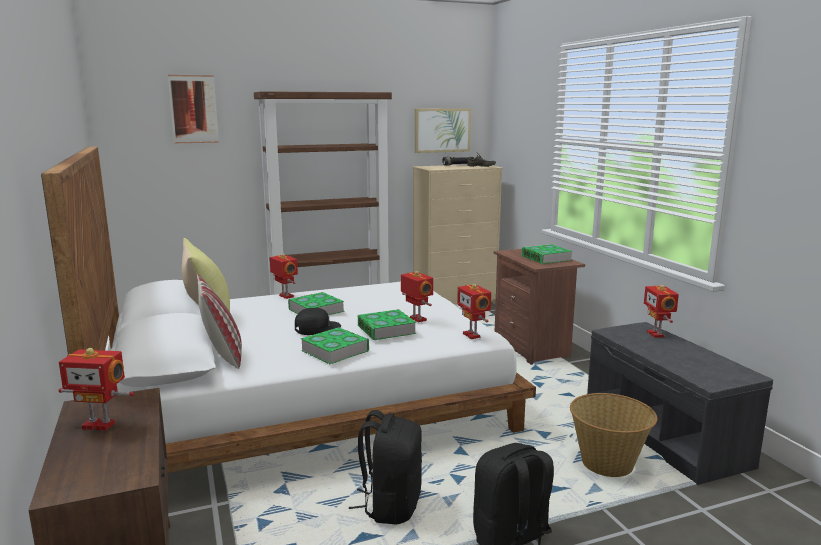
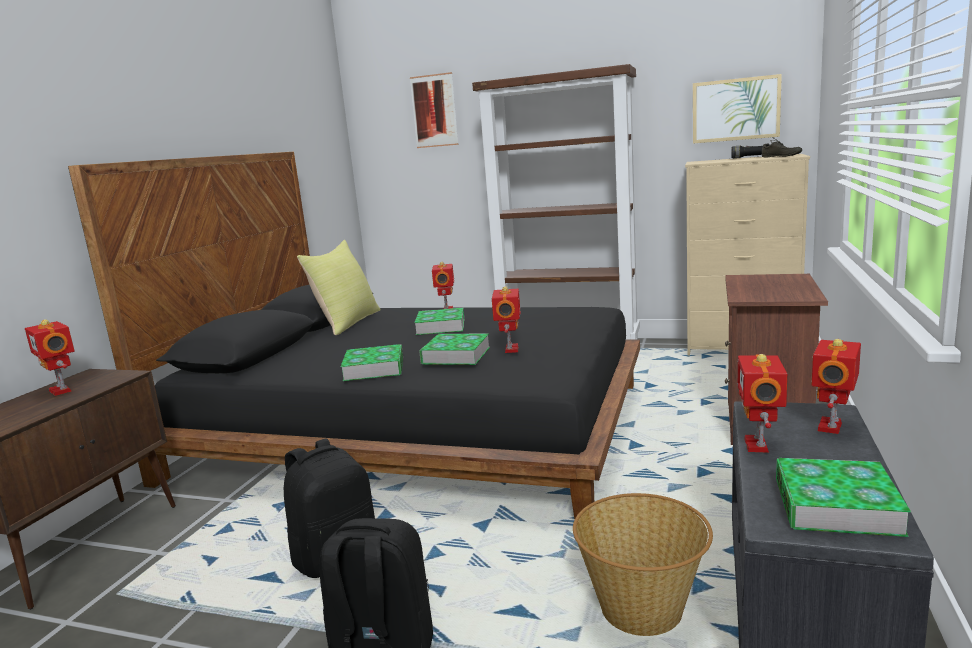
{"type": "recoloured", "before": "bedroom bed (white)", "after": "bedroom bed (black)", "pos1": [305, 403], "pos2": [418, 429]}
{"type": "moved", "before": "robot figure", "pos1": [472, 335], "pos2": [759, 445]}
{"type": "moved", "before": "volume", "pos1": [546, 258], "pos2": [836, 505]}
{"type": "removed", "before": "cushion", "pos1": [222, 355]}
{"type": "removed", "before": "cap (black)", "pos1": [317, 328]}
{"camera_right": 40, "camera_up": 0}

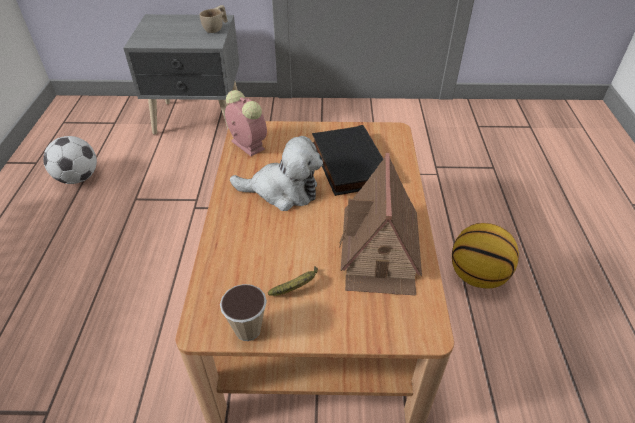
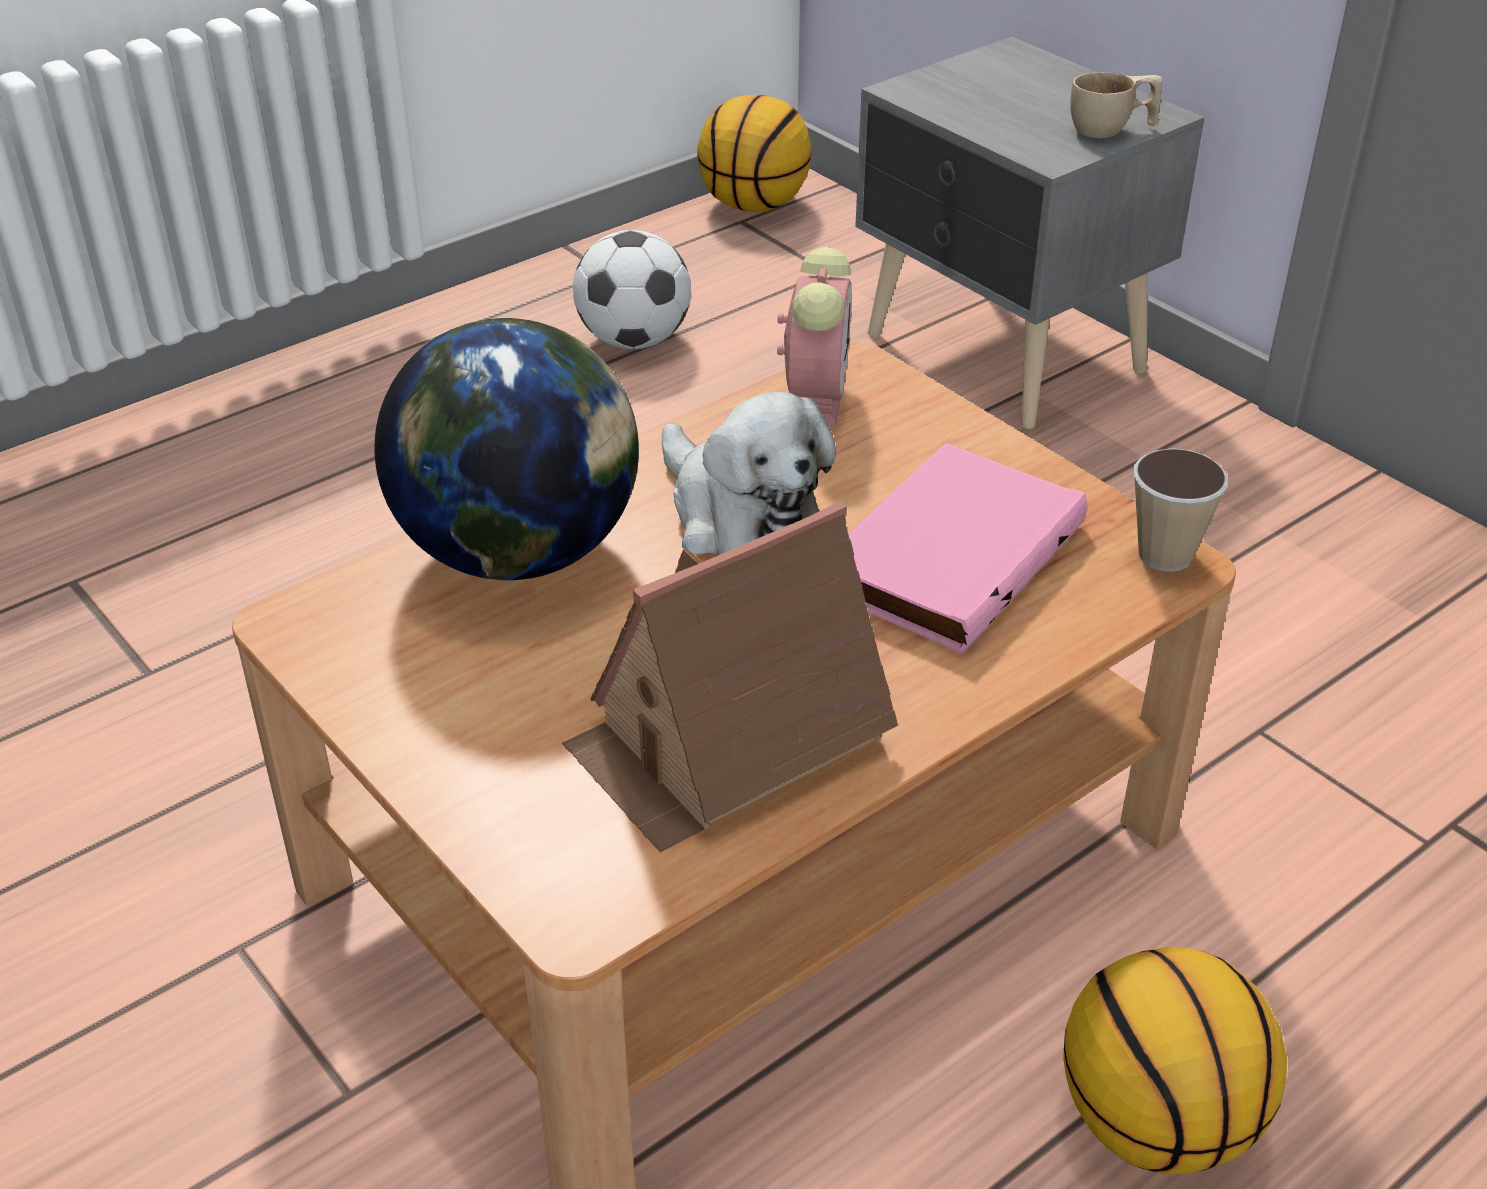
{"type": "added", "after": "globe", "pos2": [520, 552]}
{"type": "added", "after": "basketball ball", "pos2": [755, 205]}
{"type": "recoloured", "before": "volume (black)", "after": "volume (pinkish)", "pos1": [347, 164], "pos2": [948, 555]}
{"type": "moved", "before": "small cup", "pos1": [248, 330], "pos2": [1165, 555]}
{"type": "removed", "before": "whole banana", "pos1": [297, 287]}
{"camera_right": 50, "camera_up": -5}

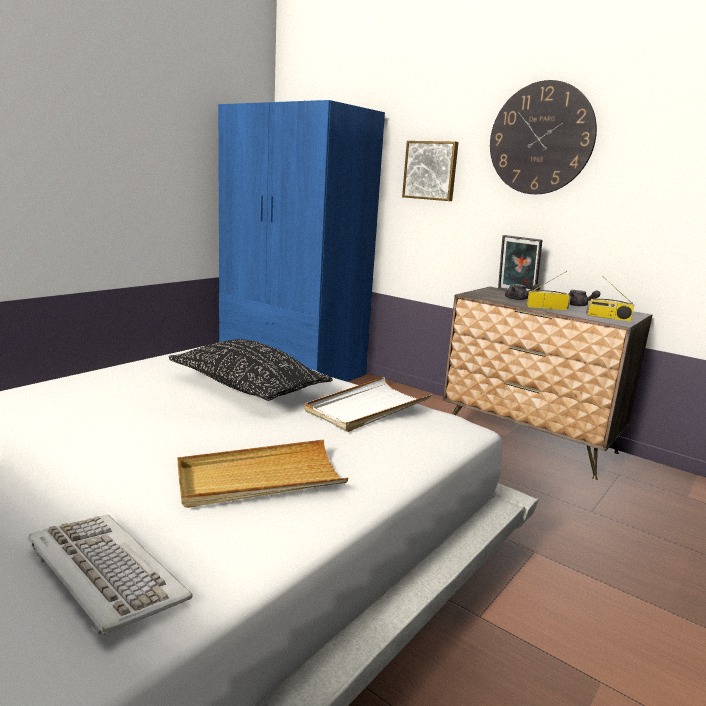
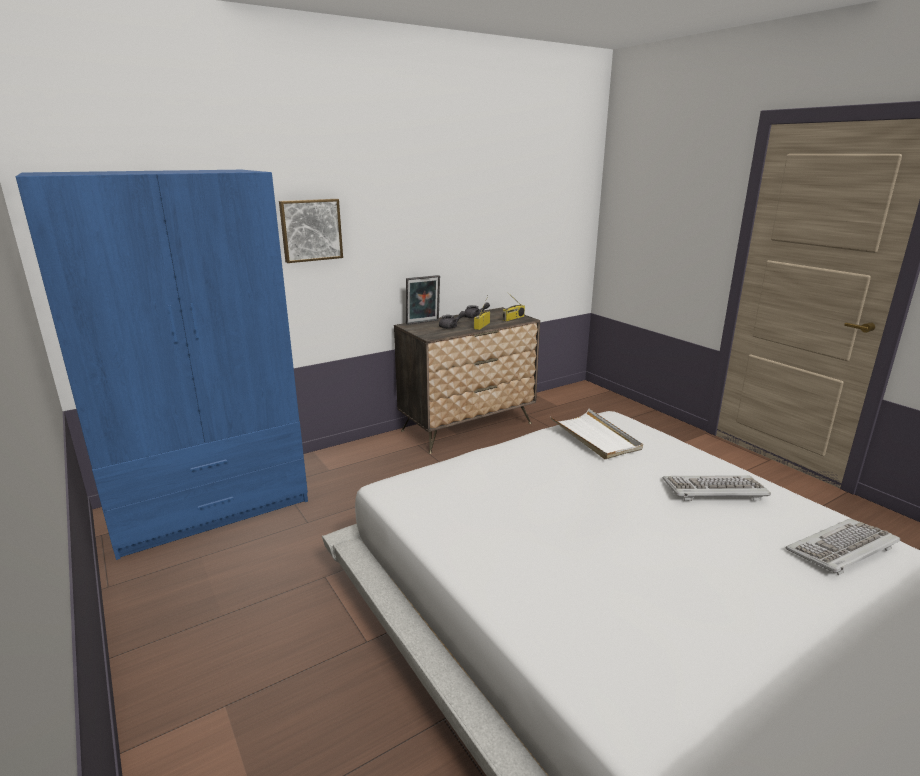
{"type": "replaced", "before": "tray (beige)", "after": "PC keyboard", "pos1": [259, 478], "pos2": [714, 490]}
{"type": "removed", "before": "cushion (black)", "pos1": [248, 387]}
{"type": "removed", "before": "clock on the wall", "pos1": [541, 139]}
{"camera_right": -70, "camera_up": 5}

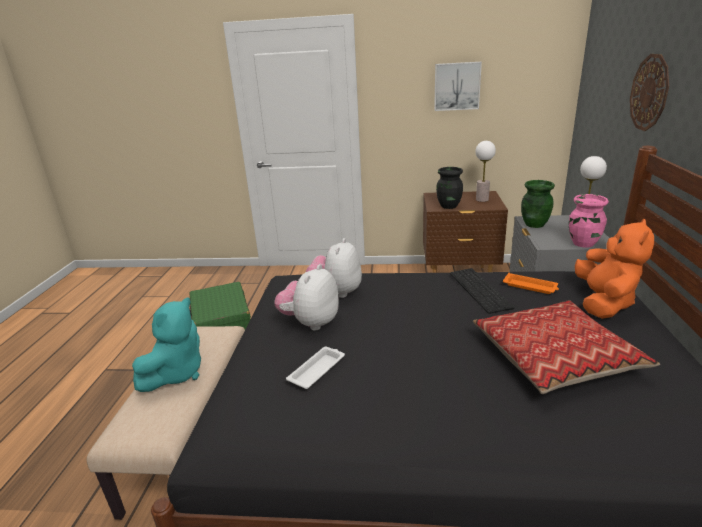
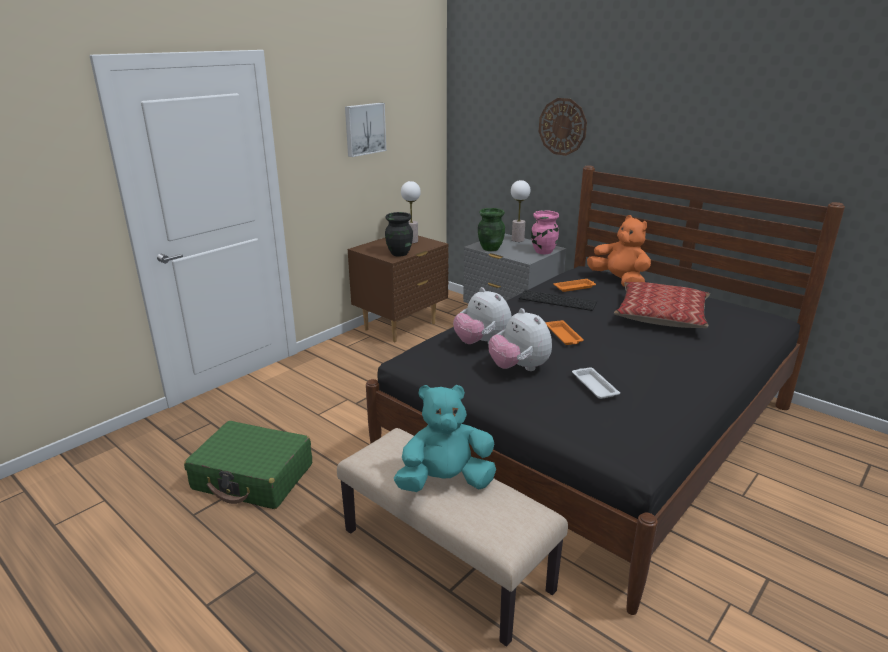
{"type": "turned", "before": "plush toy (turquoise-coloured)", "pos1": [176, 374], "pos2": [445, 482], "turn": -75}
{"type": "added", "after": "tray (orangey)", "pos2": [564, 336]}
{"camera_right": -55, "camera_up": 0}

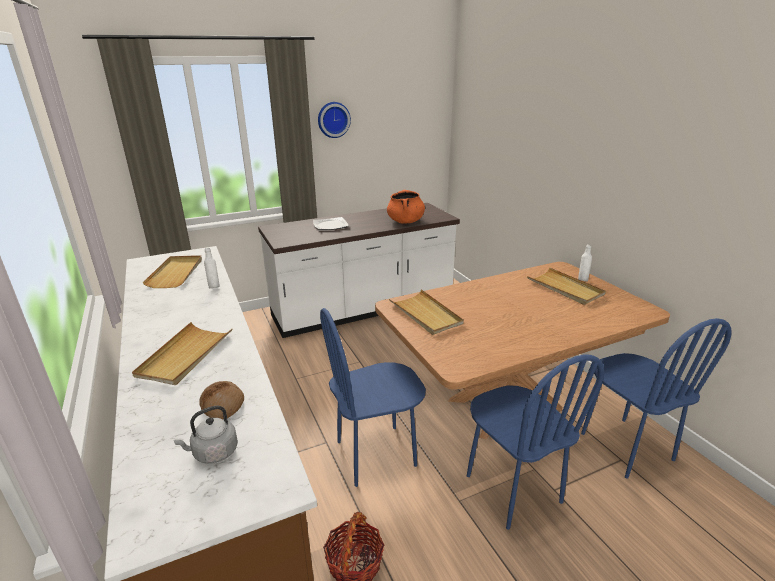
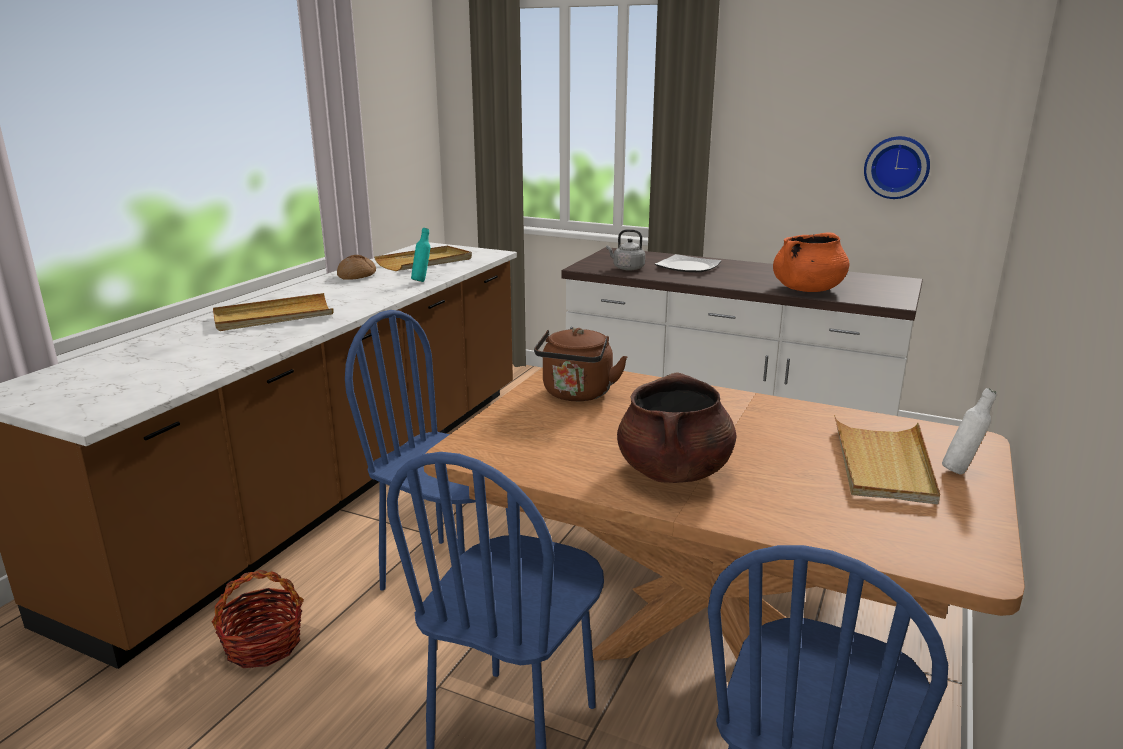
{"type": "moved", "before": "bakery bread", "pos1": [223, 405], "pos2": [357, 275]}
{"type": "recoloured", "before": "bottle (white)", "after": "bottle (turquoise-coloured)", "pos1": [214, 286], "pos2": [422, 281]}
{"type": "replaced", "before": "tray (beige)", "after": "water kettle (brown)", "pos1": [425, 314], "pos2": [576, 394]}
{"type": "moved", "before": "water kettle (greyish)", "pos1": [213, 453], "pos2": [627, 268]}
{"type": "added", "after": "cooking pot (brown)", "pos2": [674, 472]}
{"type": "moved", "before": "clock on the wall", "pos1": [333, 119], "pos2": [896, 167]}
{"camera_right": 50, "camera_up": -5}

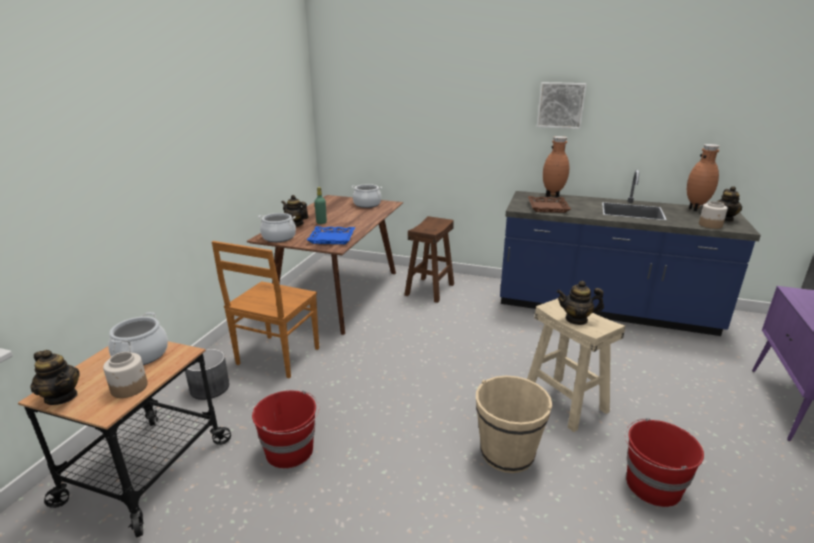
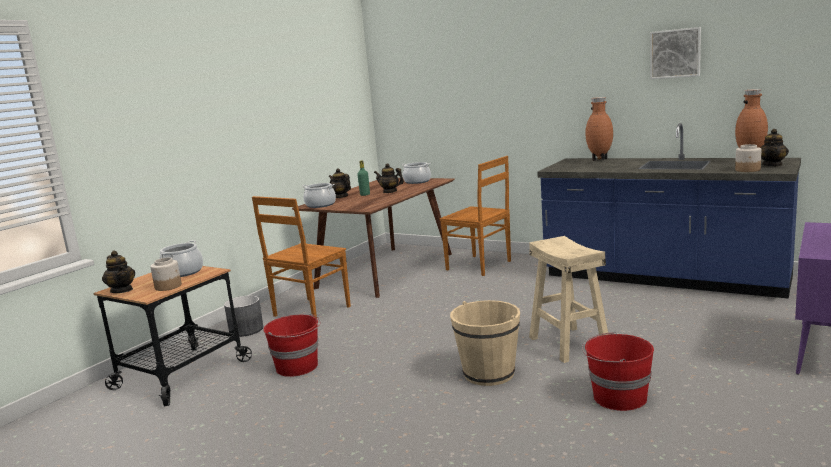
{"type": "moved", "before": "pot for tea", "pos1": [576, 319], "pos2": [390, 191]}
{"type": "replaced", "before": "sitting stool (brown)", "after": "upright chair (brown)", "pos1": [430, 289], "pos2": [480, 266]}
{"type": "moved", "before": "wall art", "pos1": [561, 105], "pos2": [675, 53]}
{"type": "removed", "before": "tray (blue-coloured)", "pos1": [331, 238]}
{"type": "removed", "before": "tray (brown)", "pos1": [548, 207]}
{"camera_right": 15, "camera_up": -10}

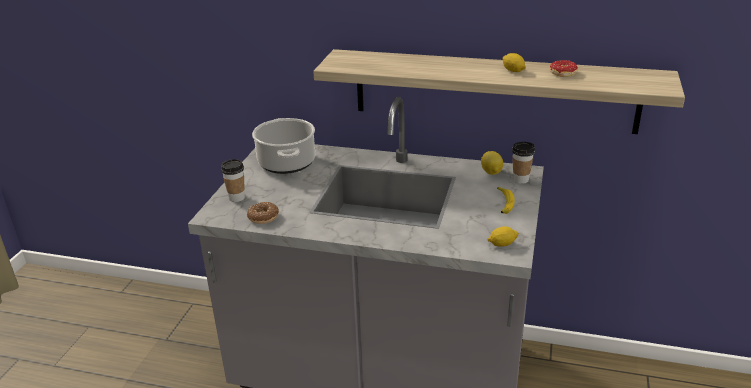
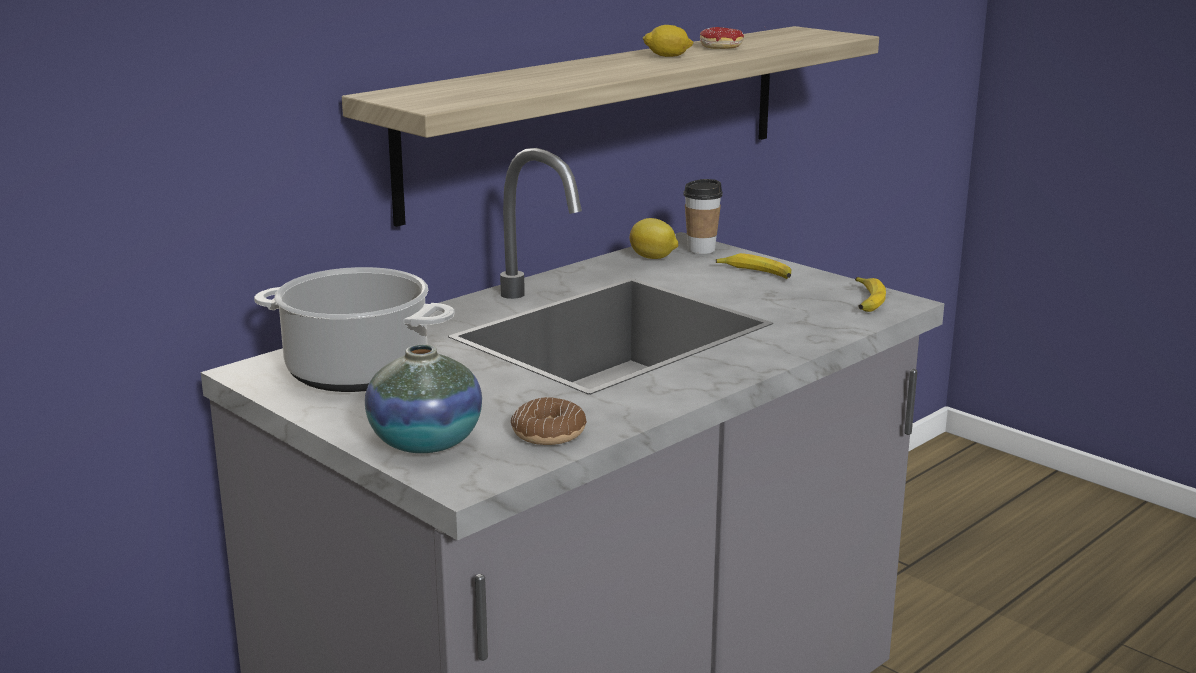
{"type": "replaced", "before": "small cup", "after": "flower vase", "pos1": [236, 198], "pos2": [425, 442]}
{"type": "replaced", "before": "citrus fruit", "after": "whole banana", "pos1": [502, 244], "pos2": [866, 301]}
{"camera_right": -60, "camera_up": -10}

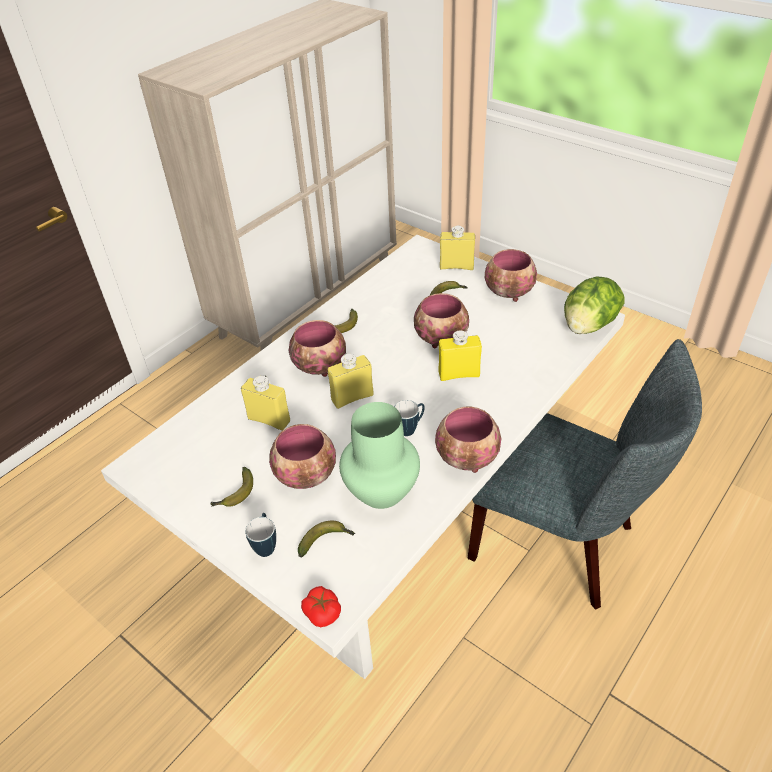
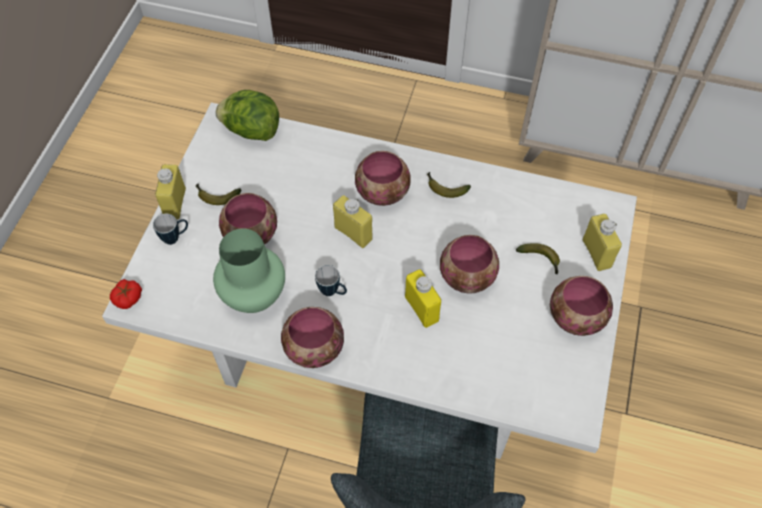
{"type": "moved", "before": "bottle (yellowish)", "pos1": [269, 420], "pos2": [175, 203]}
{"type": "moved", "before": "lettuce head", "pos1": [588, 326], "pos2": [251, 130]}
{"type": "removed", "before": "whole banana", "pos1": [326, 541]}
{"camera_right": 65, "camera_up": 15}

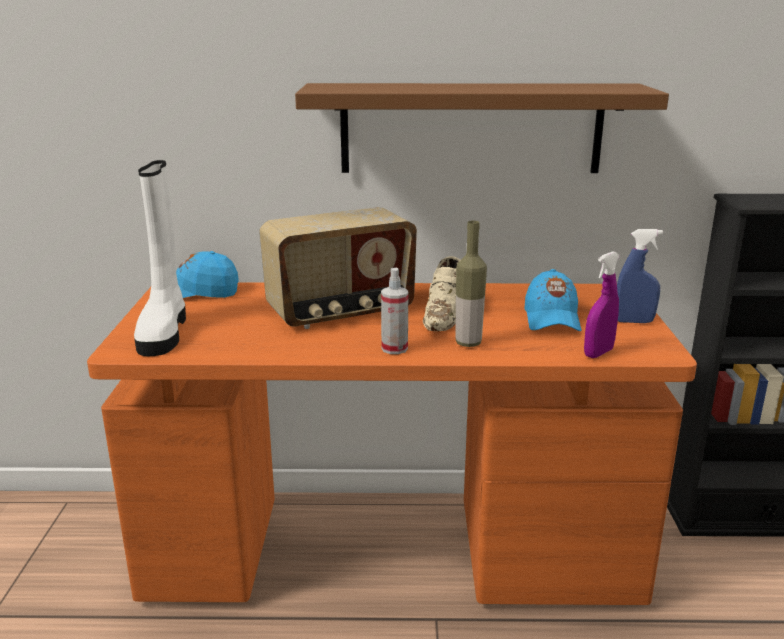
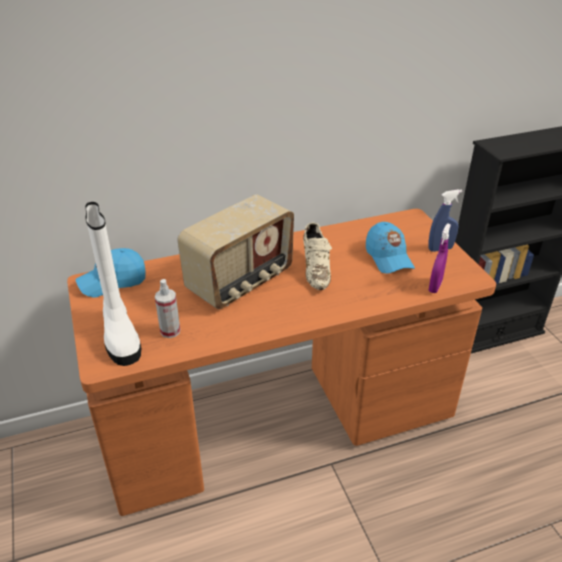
{"type": "moved", "before": "spray bottle", "pos1": [394, 348], "pos2": [170, 331]}
{"type": "removed", "before": "wall shelf (brown)", "pos1": [471, 128]}
{"type": "removed", "before": "bottle", "pos1": [468, 343]}
{"camera_right": -20, "camera_up": 15}

